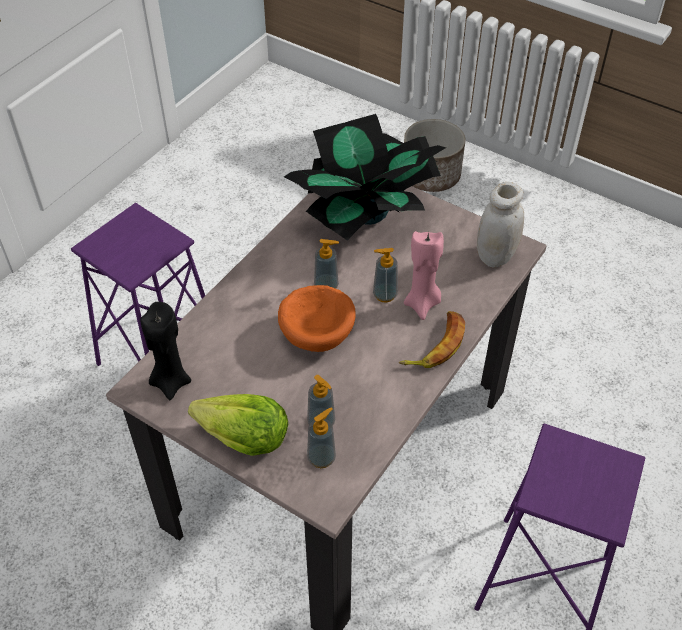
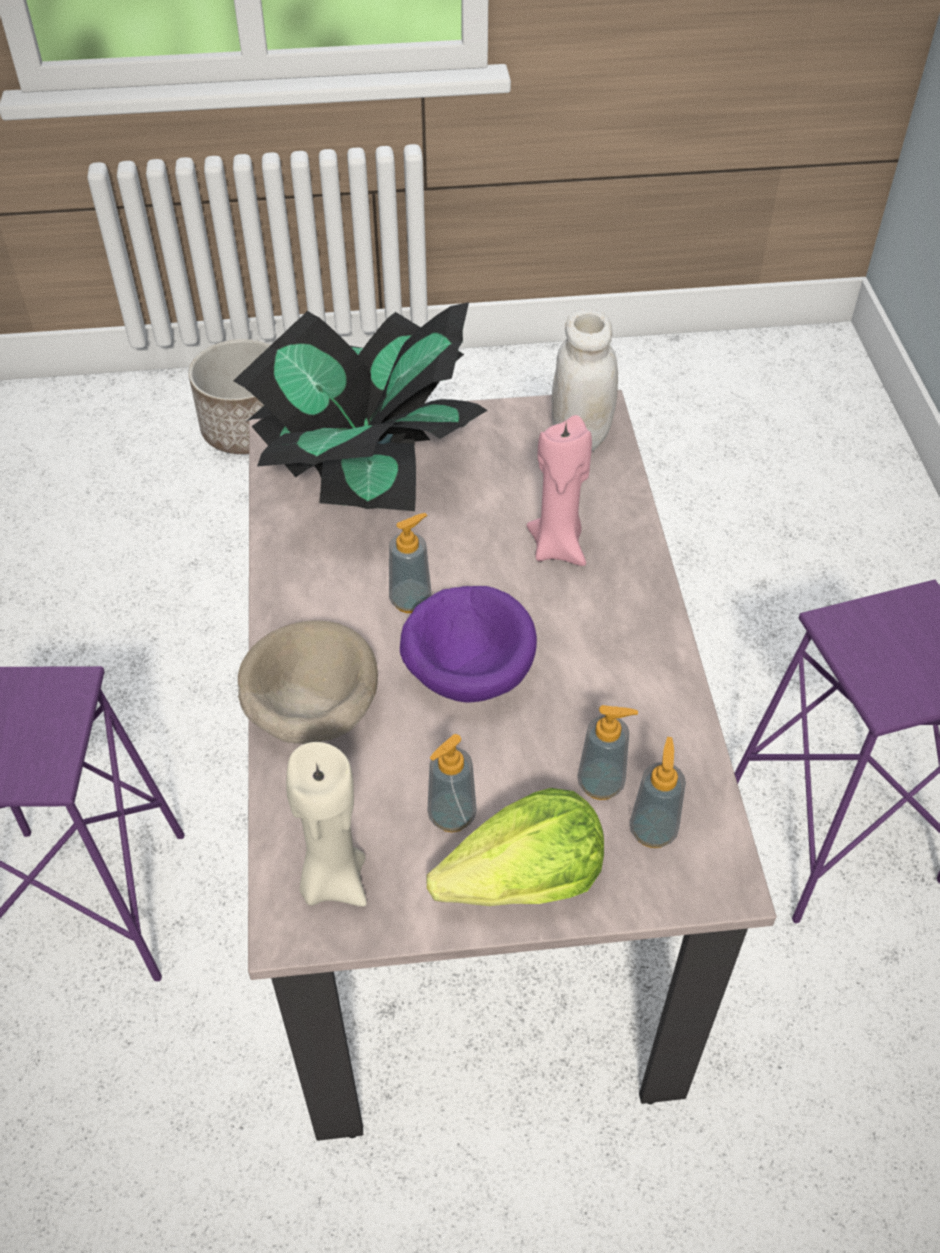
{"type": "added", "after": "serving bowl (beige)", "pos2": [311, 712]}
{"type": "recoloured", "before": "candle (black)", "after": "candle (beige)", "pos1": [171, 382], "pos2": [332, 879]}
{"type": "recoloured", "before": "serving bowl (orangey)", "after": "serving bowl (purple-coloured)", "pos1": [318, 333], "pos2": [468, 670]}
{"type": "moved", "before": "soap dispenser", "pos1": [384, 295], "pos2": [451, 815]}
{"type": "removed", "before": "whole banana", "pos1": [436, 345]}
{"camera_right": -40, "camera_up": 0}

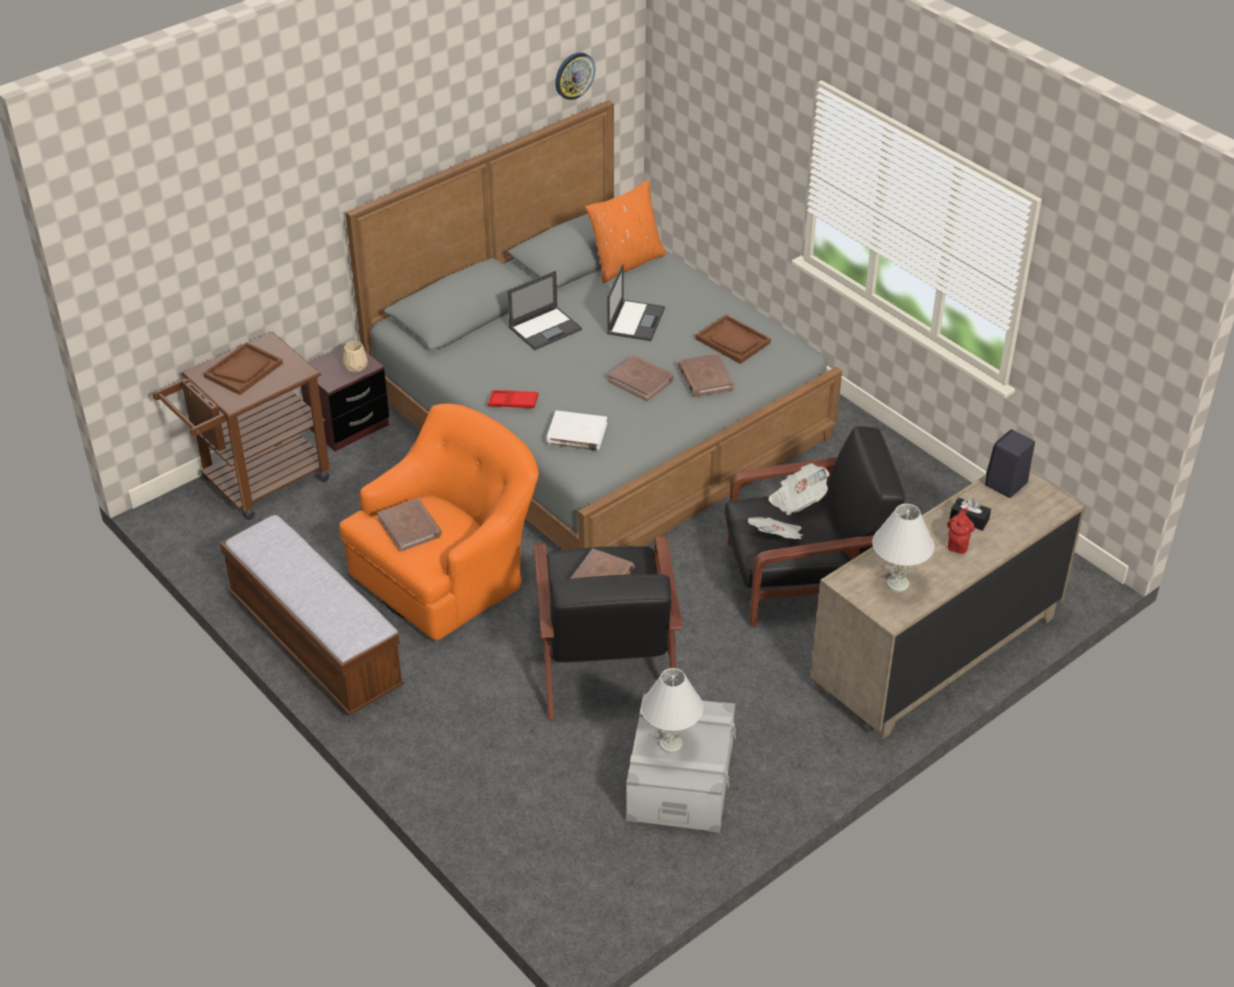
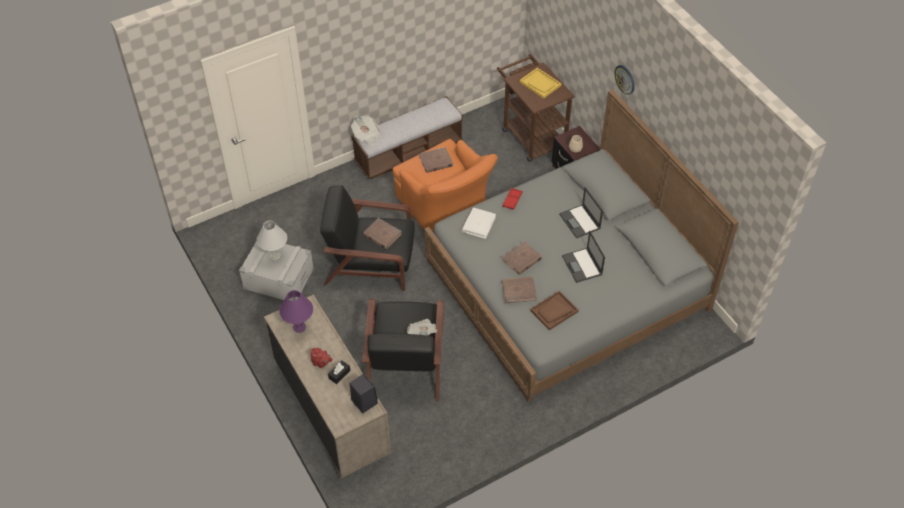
{"type": "recoloured", "before": "table lamp (white)", "after": "table lamp (purple-coloured)", "pos1": [897, 583], "pos2": [299, 327]}
{"type": "moved", "before": "newspaper", "pos1": [777, 539], "pos2": [366, 136]}
{"type": "recoloured", "before": "tray (brown)", "after": "tray (yellowish)", "pos1": [243, 370], "pos2": [540, 84]}
{"type": "turned", "before": "notebook computer", "pos1": [636, 320], "pos2": [582, 266], "turn": 45}
{"type": "moved", "before": "clock on the wall", "pos1": [574, 75], "pos2": [625, 79]}
{"type": "removed", "before": "cushion (orangey)", "pos1": [626, 263]}
{"camera_right": 100, "camera_up": 10}

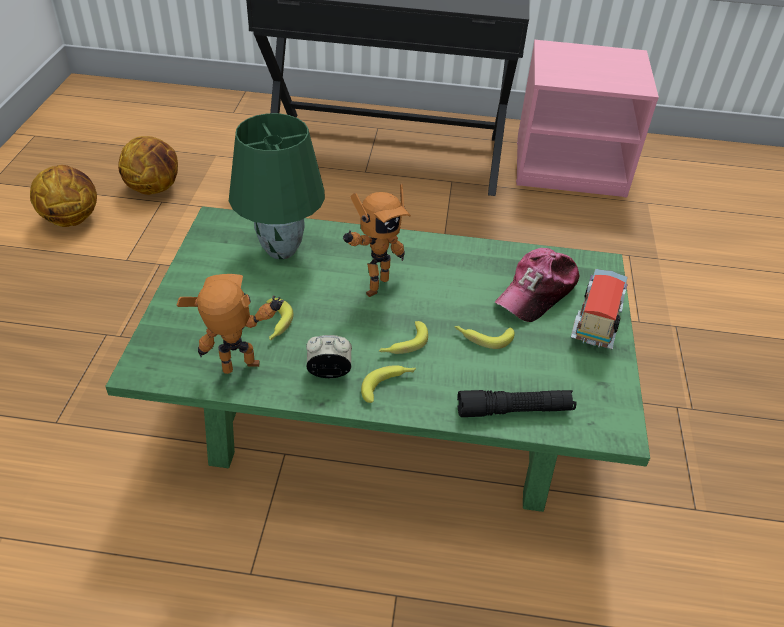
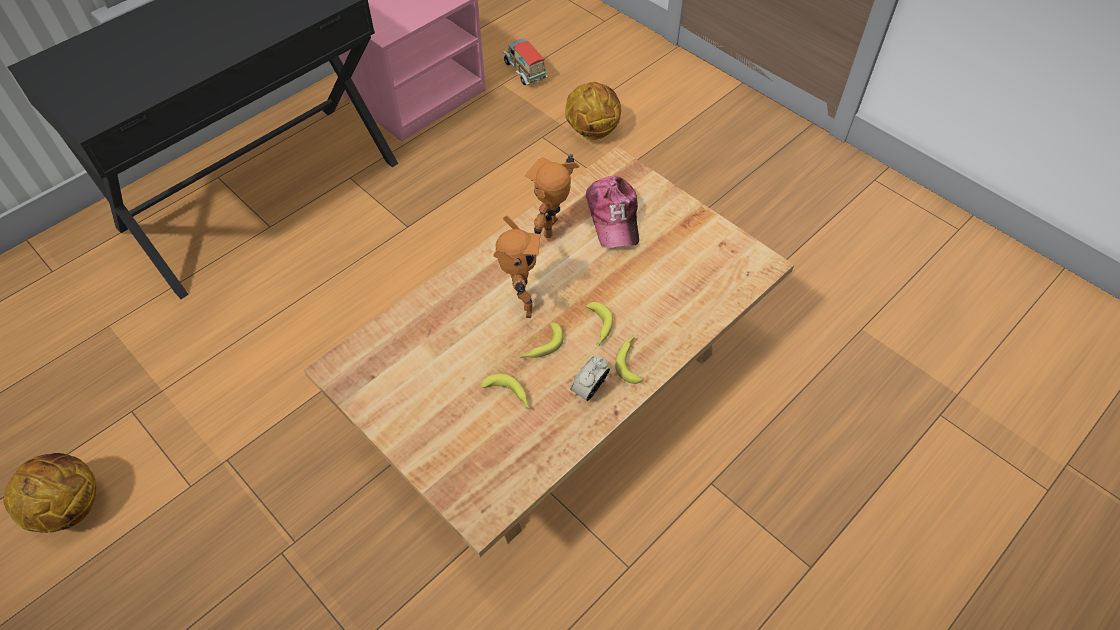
{"type": "recoloured", "before": "coffee table (green)", "after": "coffee table (beige)", "pos1": [386, 416], "pos2": [559, 392]}
{"type": "moved", "before": "toy truck", "pos1": [597, 323], "pos2": [525, 72]}
{"type": "moved", "before": "whole banana", "pos1": [482, 337], "pos2": [541, 346]}
{"type": "moved", "before": "robot figure", "pos1": [243, 372], "pos2": [555, 229]}
{"type": "moved", "before": "basketball ball", "pos1": [154, 188], "pos2": [592, 131]}
{"type": "removed", "before": "table lamp (green)", "pos1": [280, 250]}
{"type": "removed", "before": "torch (black)", "pos1": [514, 410]}
{"camera_right": -50, "camera_up": 10}

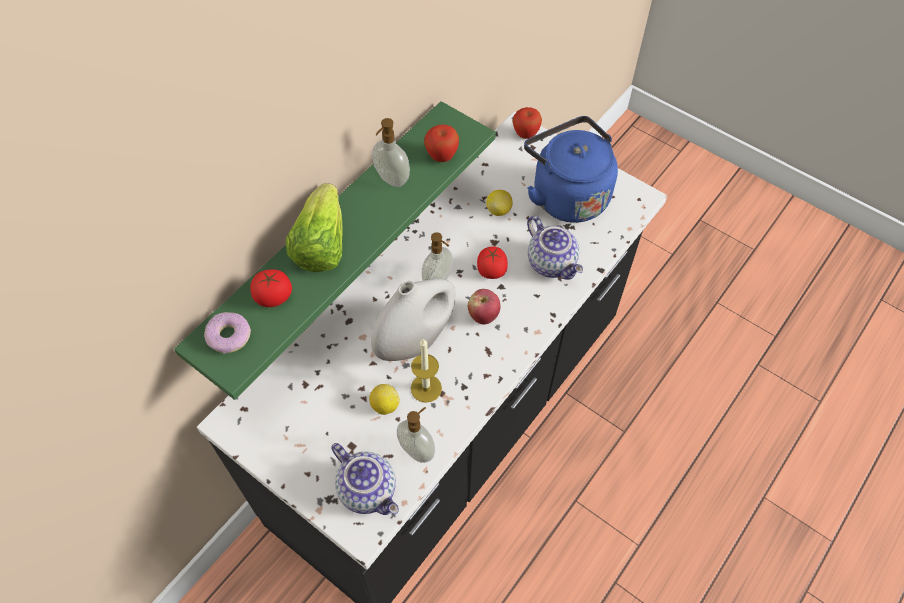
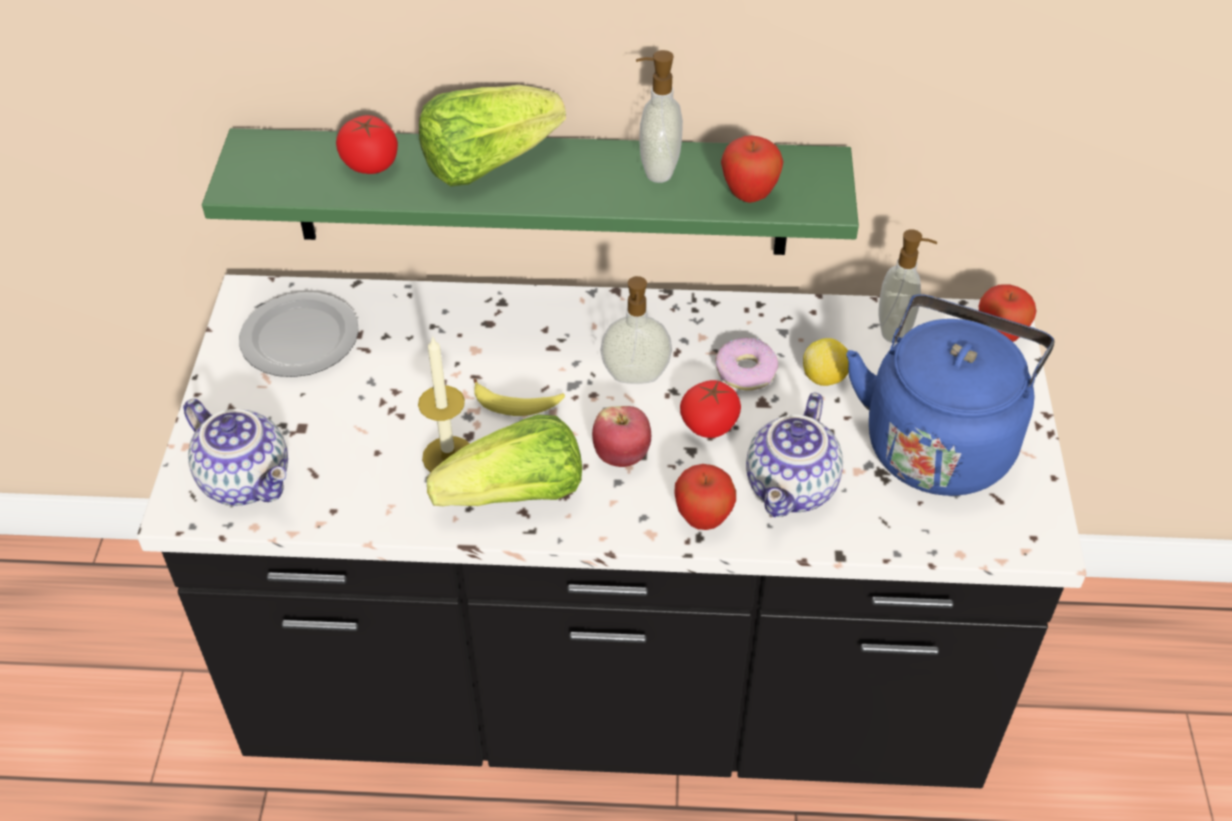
{"type": "turned", "before": "pot for tea", "pos1": [369, 490], "pos2": [248, 480], "turn": -60}
{"type": "added", "after": "flat dish", "pos2": [298, 339]}
{"type": "added", "after": "lettuce head", "pos2": [516, 496]}
{"type": "replaced", "before": "flower vase (white)", "after": "whole banana", "pos1": [415, 340], "pos2": [516, 404]}
{"type": "added", "after": "apple", "pos2": [703, 519]}
{"type": "moved", "before": "ring doughnut", "pos1": [229, 336], "pos2": [745, 371]}
{"type": "moved", "before": "soap dispenser", "pos1": [417, 449], "pos2": [895, 329]}
{"type": "removed", "before": "citrus fruit", "pos1": [385, 405]}
{"camera_right": 55, "camera_up": -10}

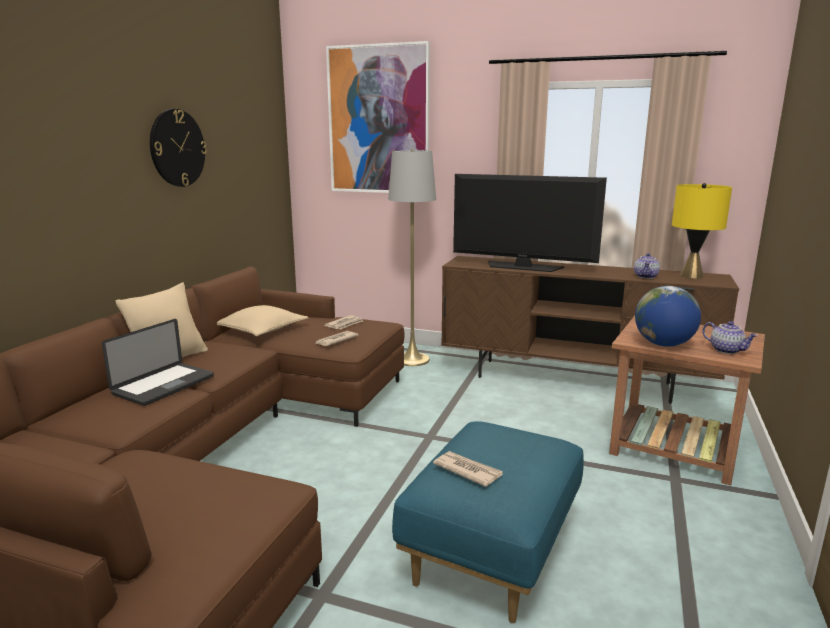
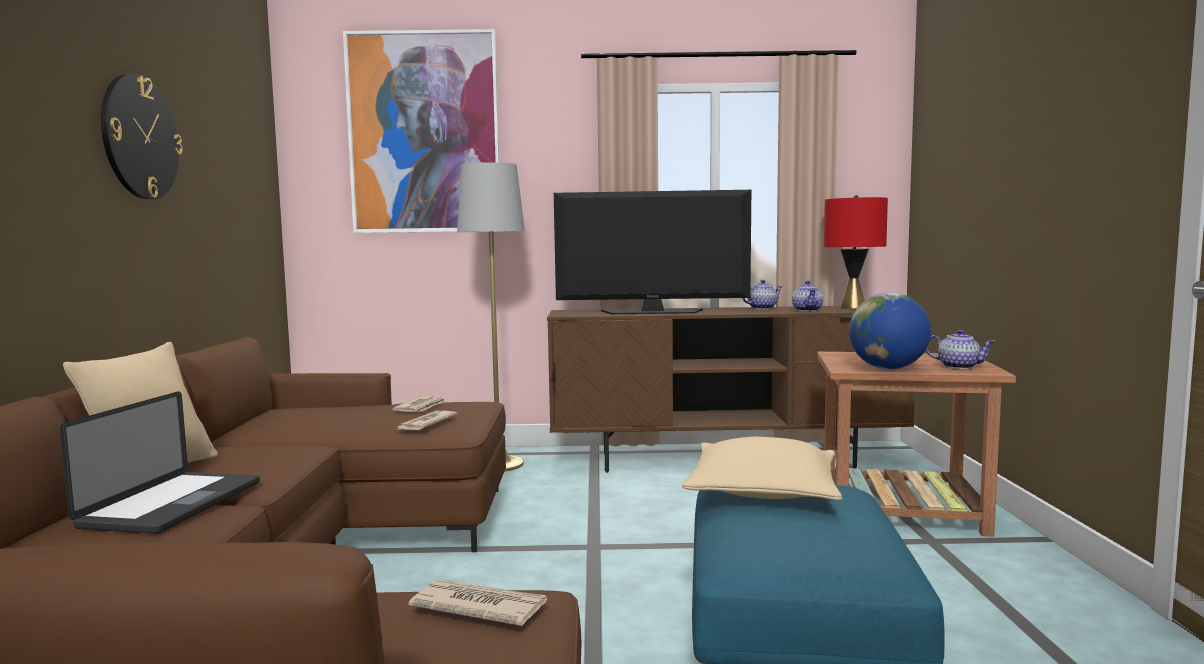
{"type": "moved", "before": "newspaper", "pos1": [467, 470], "pos2": [478, 607]}
{"type": "moved", "before": "cushion (beige)", "pos1": [261, 330], "pos2": [763, 491]}
{"type": "added", "after": "pot for tea", "pos2": [762, 308]}
{"type": "recoloured", "before": "table lamp (yellowish)", "after": "table lamp (reddish)", "pos1": [691, 275], "pos2": [852, 307]}
{"camera_right": -20, "camera_up": -10}

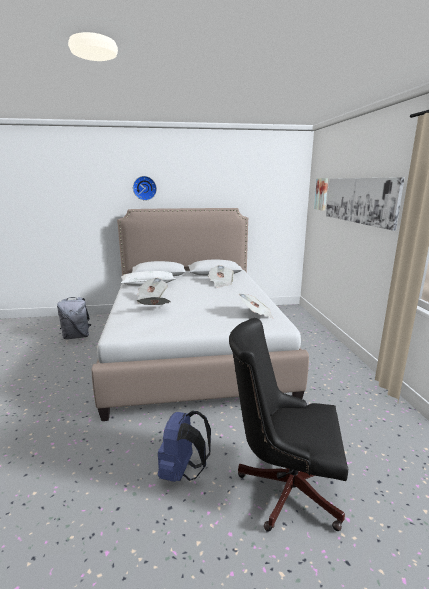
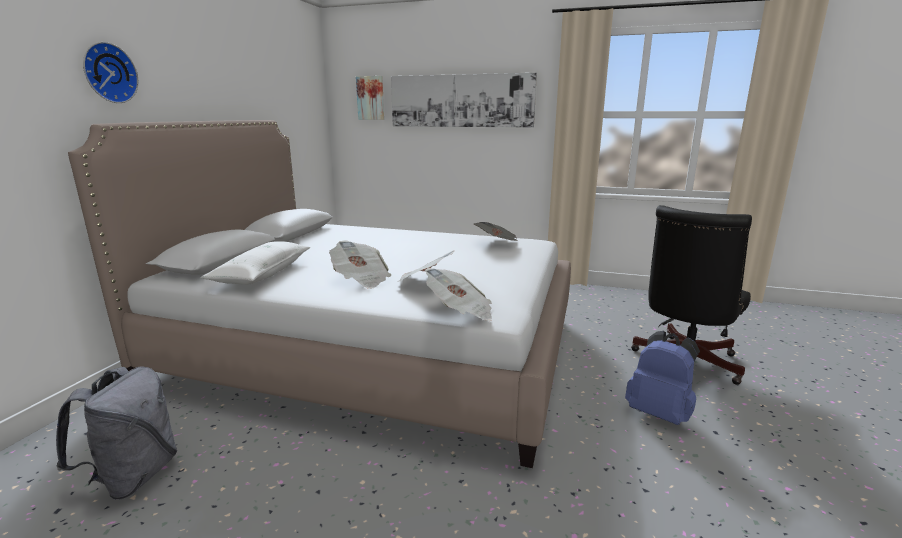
{"type": "moved", "before": "newspaper", "pos1": [221, 283], "pos2": [460, 311]}
{"camera_right": -65, "camera_up": 0}

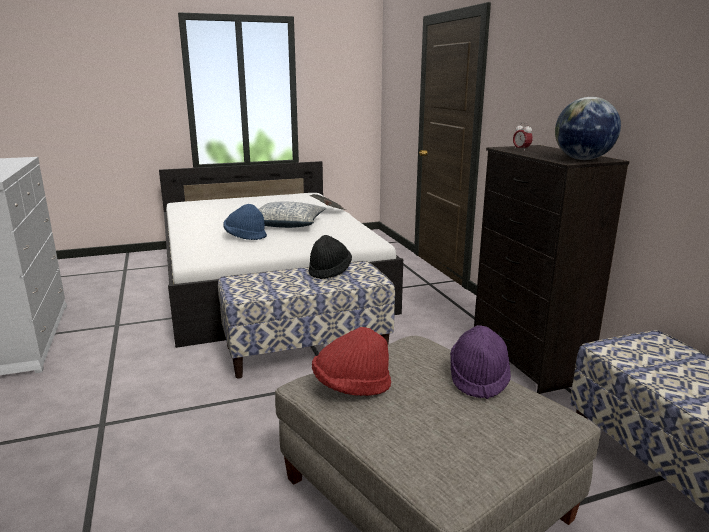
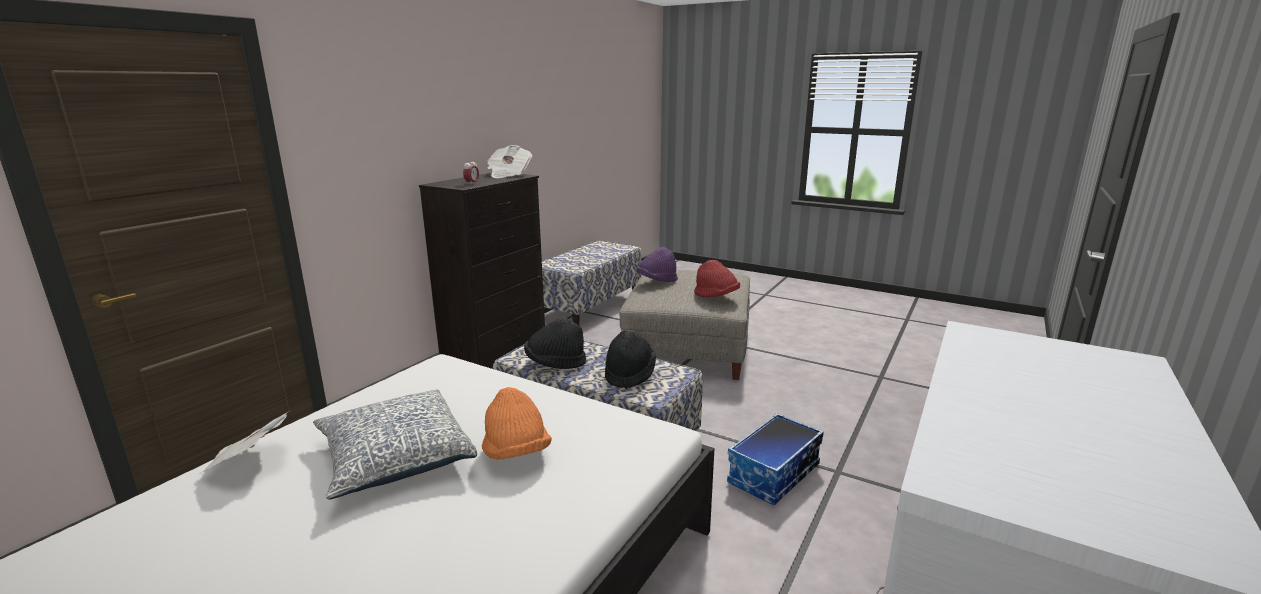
{"type": "recoloured", "before": "clothing hat (blue-coloured)", "after": "clothing hat (orangey)", "pos1": [245, 237], "pos2": [516, 452]}
{"type": "replaced", "before": "globe", "after": "newspaper", "pos1": [582, 159], "pos2": [508, 175]}
{"type": "added", "after": "clothing hat (black)", "pos2": [629, 374]}
{"type": "added", "after": "storage box", "pos2": [774, 475]}
{"camera_right": -130, "camera_up": 0}

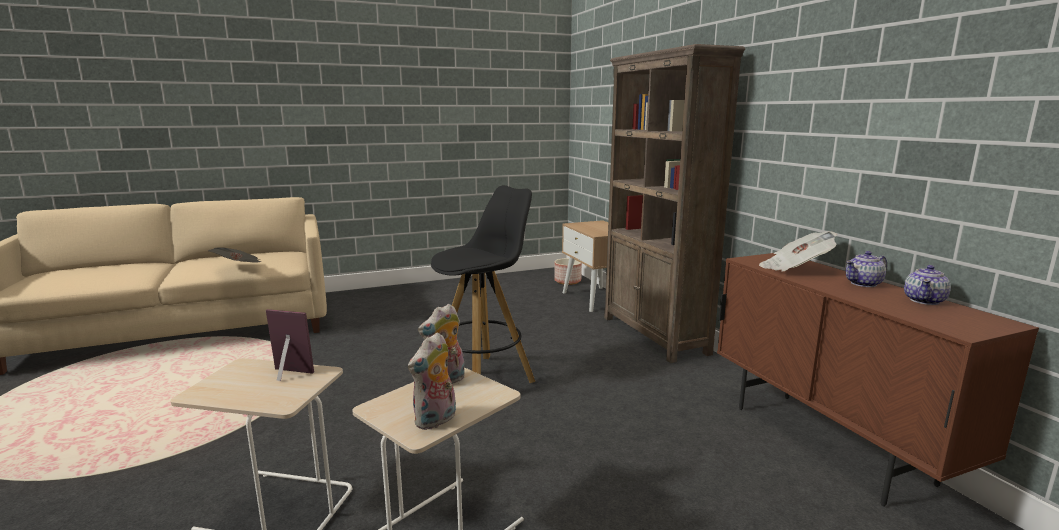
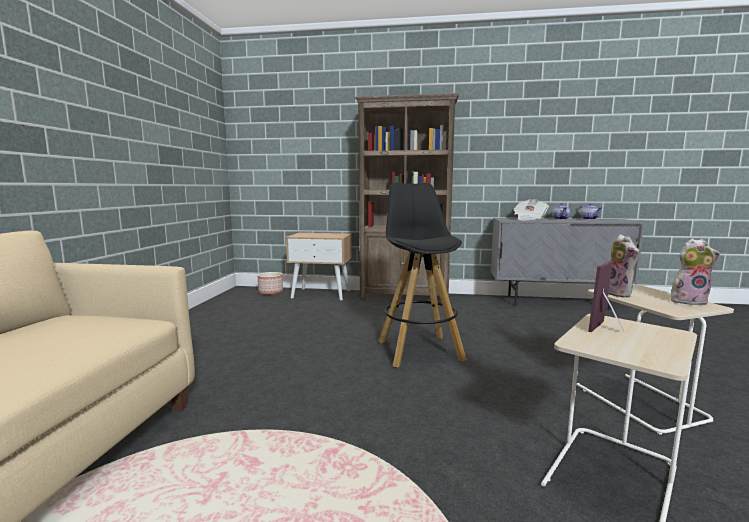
{"type": "recoloured", "before": "cabinet (brown)", "after": "cabinet (greyish)", "pos1": [828, 443], "pos2": [556, 303]}
{"type": "turned", "before": "plush toy", "pos1": [436, 421], "pos2": [688, 301], "turn": -60}
{"type": "removed", "before": "newspaper", "pos1": [239, 268]}
{"camera_right": -60, "camera_up": -5}

